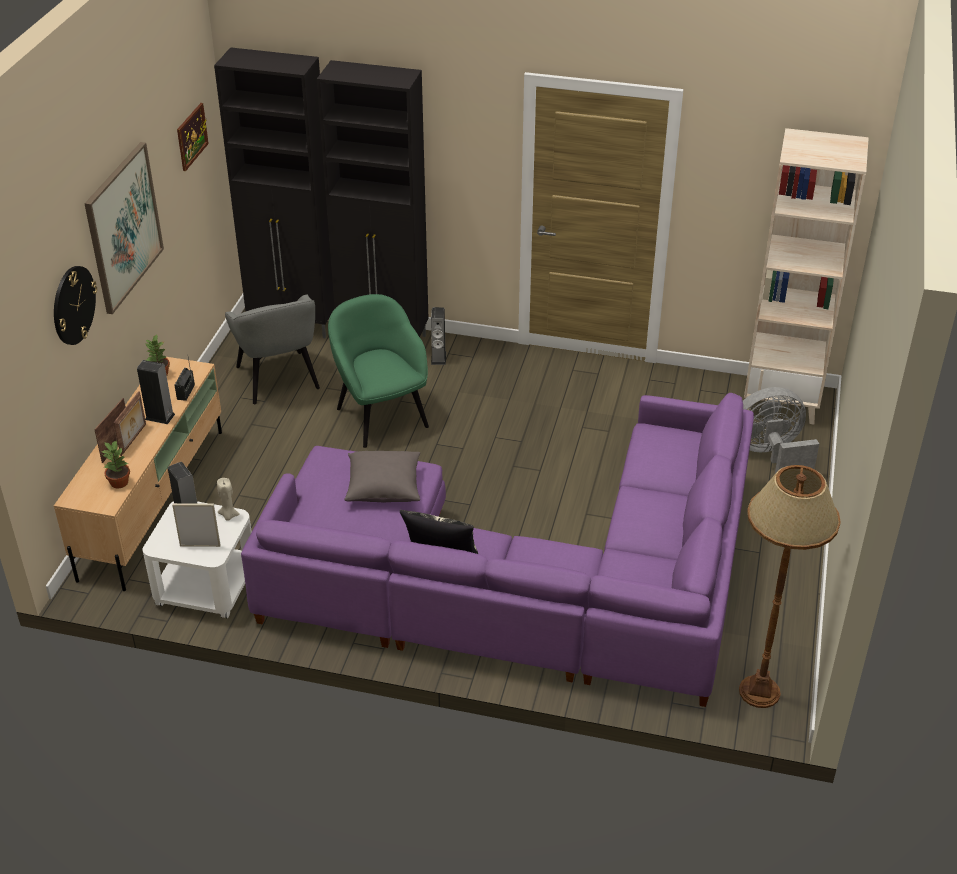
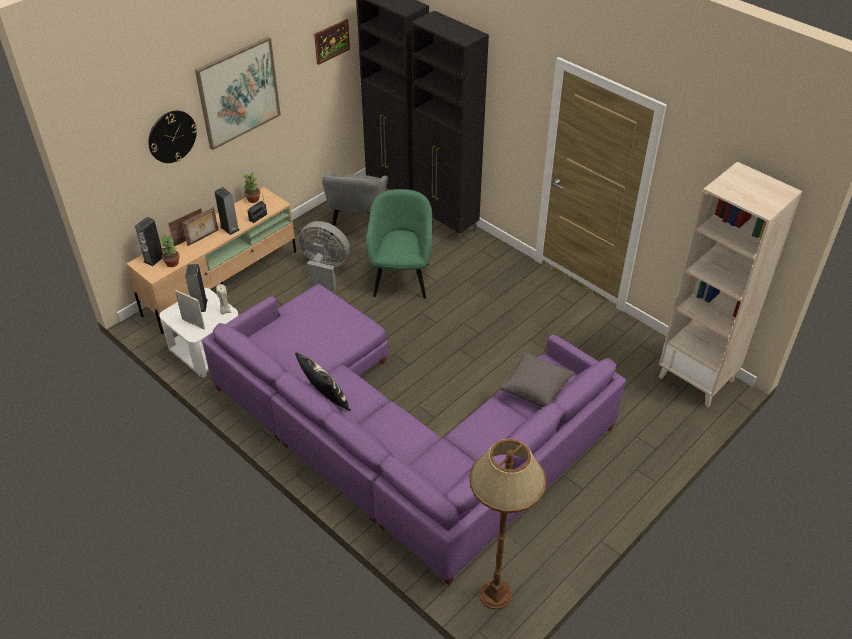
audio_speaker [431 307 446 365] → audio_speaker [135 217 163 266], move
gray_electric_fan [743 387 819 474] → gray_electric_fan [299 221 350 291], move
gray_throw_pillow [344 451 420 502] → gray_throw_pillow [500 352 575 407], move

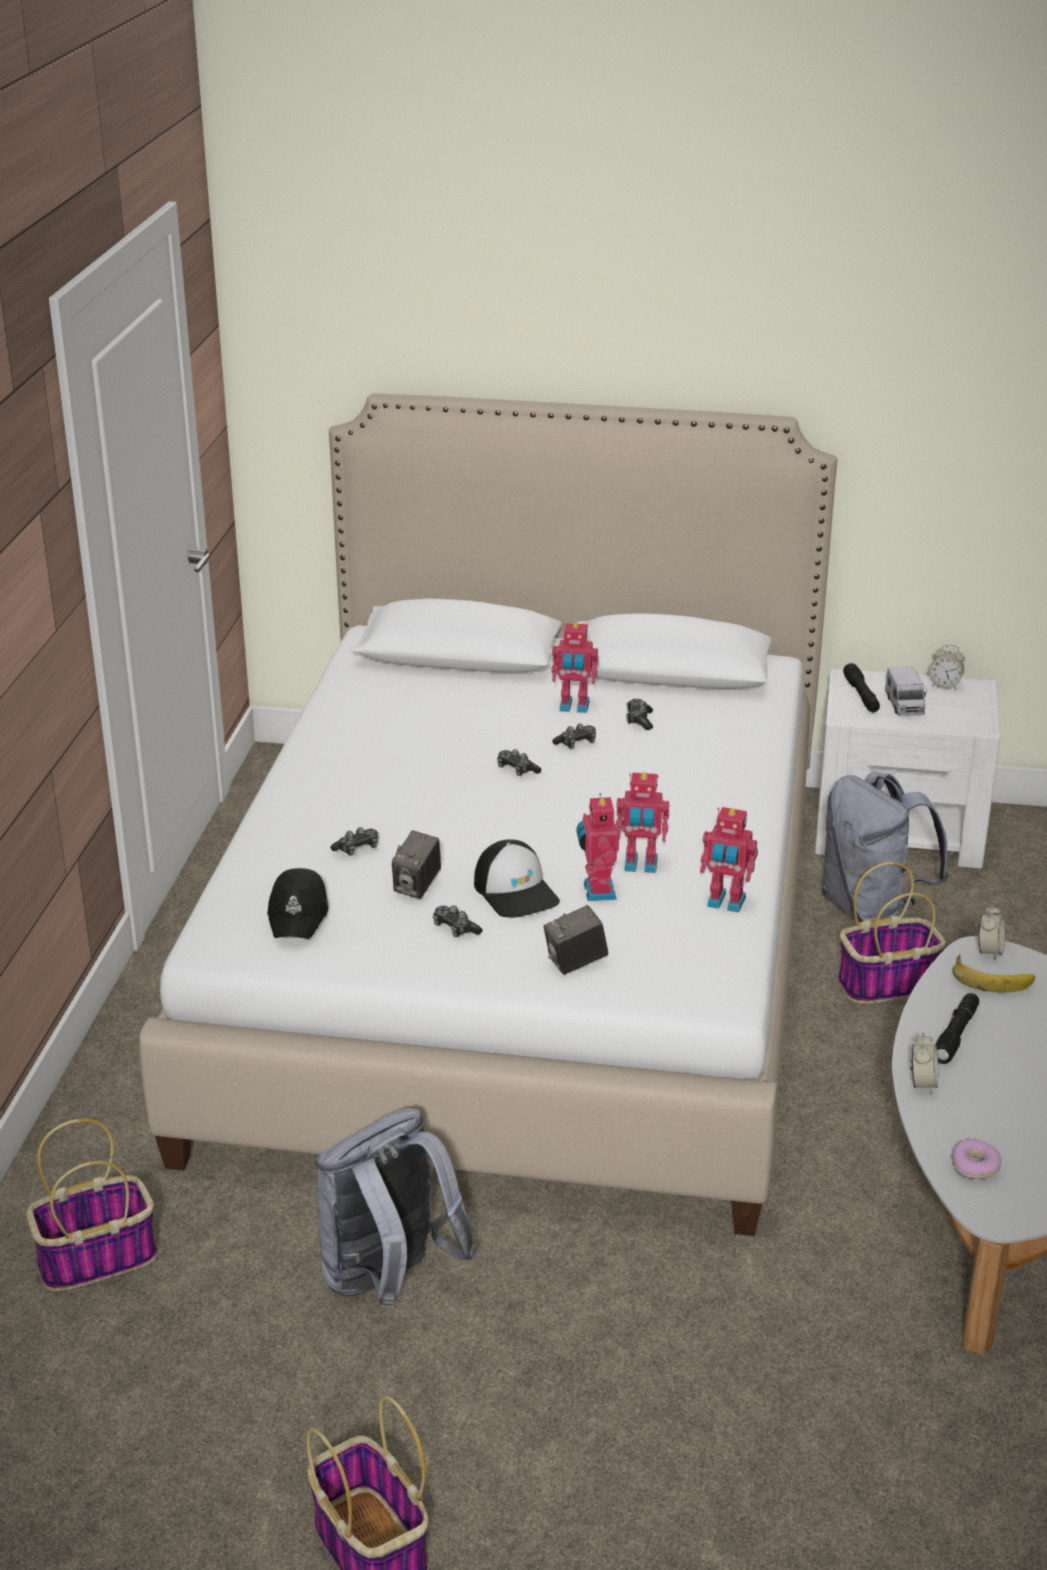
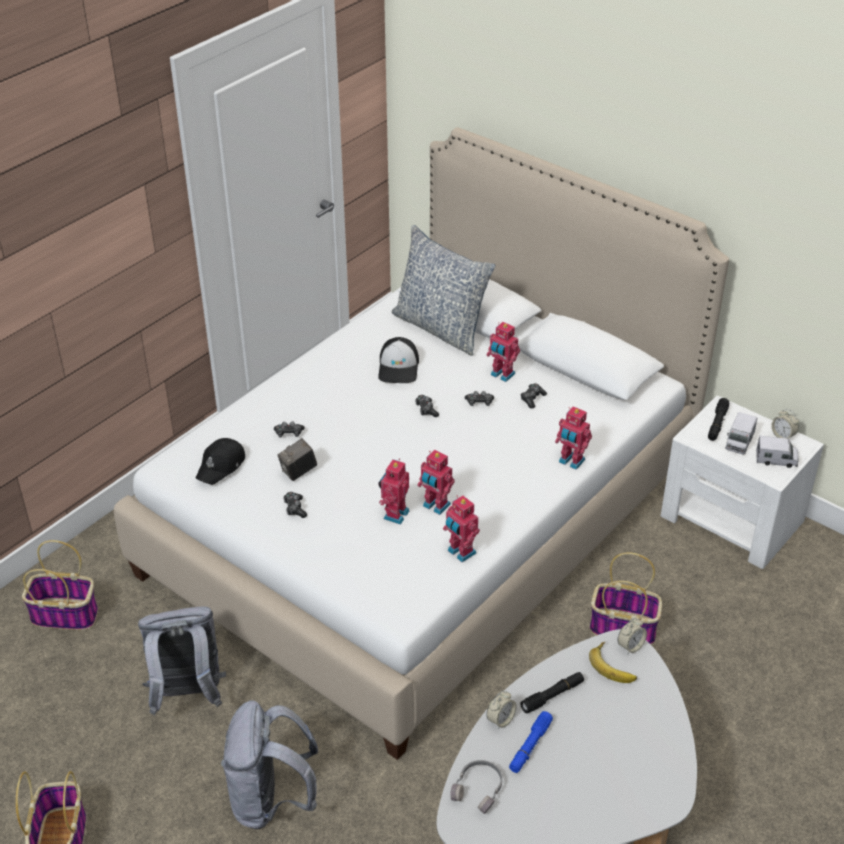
gray_rucksack [822 771 949 922] → gray_rucksack [221 700 319 829], move
peaked_cap [474 839 560 918] → peaked_cap [378 337 419 383], move
- → throw_pillow [391 225 496 356]
donut [951 1139 1001 1179] → gray_headset [450 760 502 814]
- → blue-coloured_torch [509 711 553 773]
- → toy_robot [555 406 592 470]
- → toy_truck [756 436 799 468]
photo_camera [544 905 608 975] → -

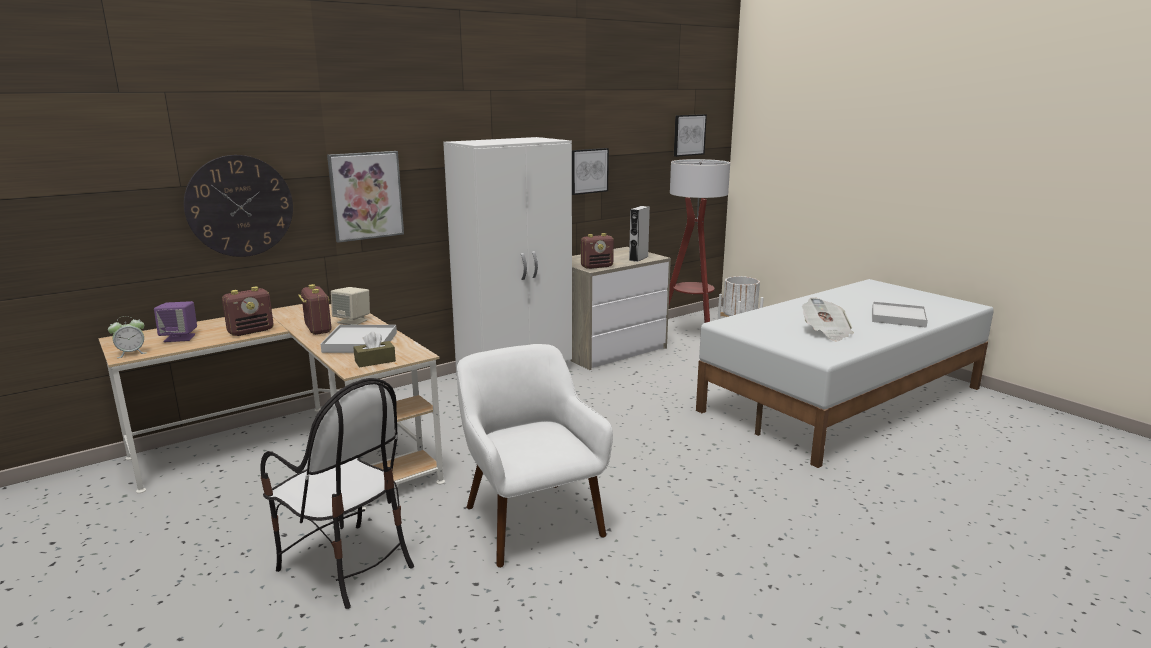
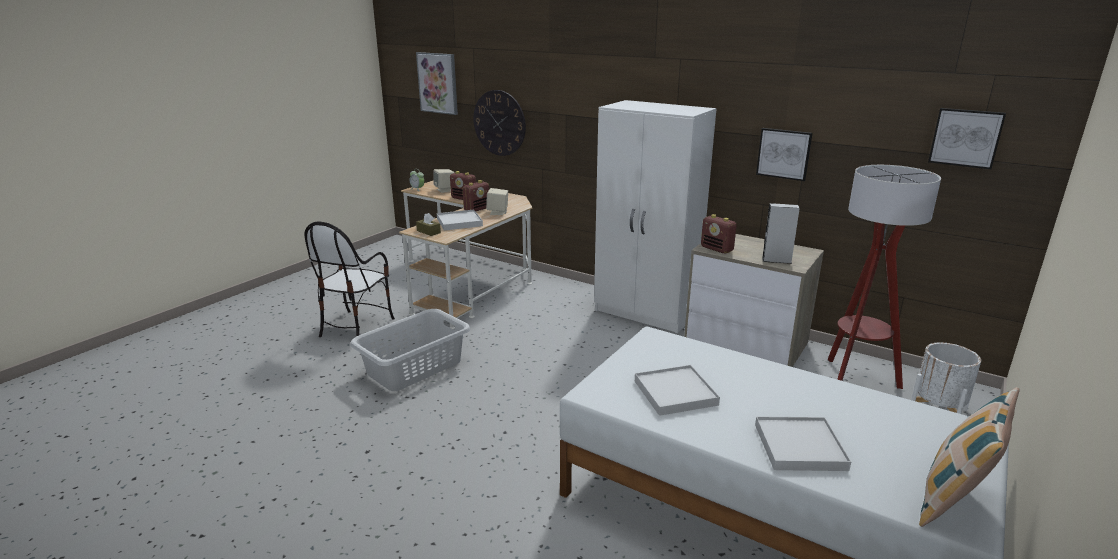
white_armchair [457 344 613 568] → gray_hamper [350 309 470 391]
picture [327 151 404 243] → picture [416 52 458 115], move
purple-coloured_audio_speaker [154 301 197 342] → sand-coloured_audio_speaker [433 169 455 193]
daily_paper [802 297 854 342] → white_serving_tray [635 365 720 416]
- → throw_pillow [919 387 1019 527]

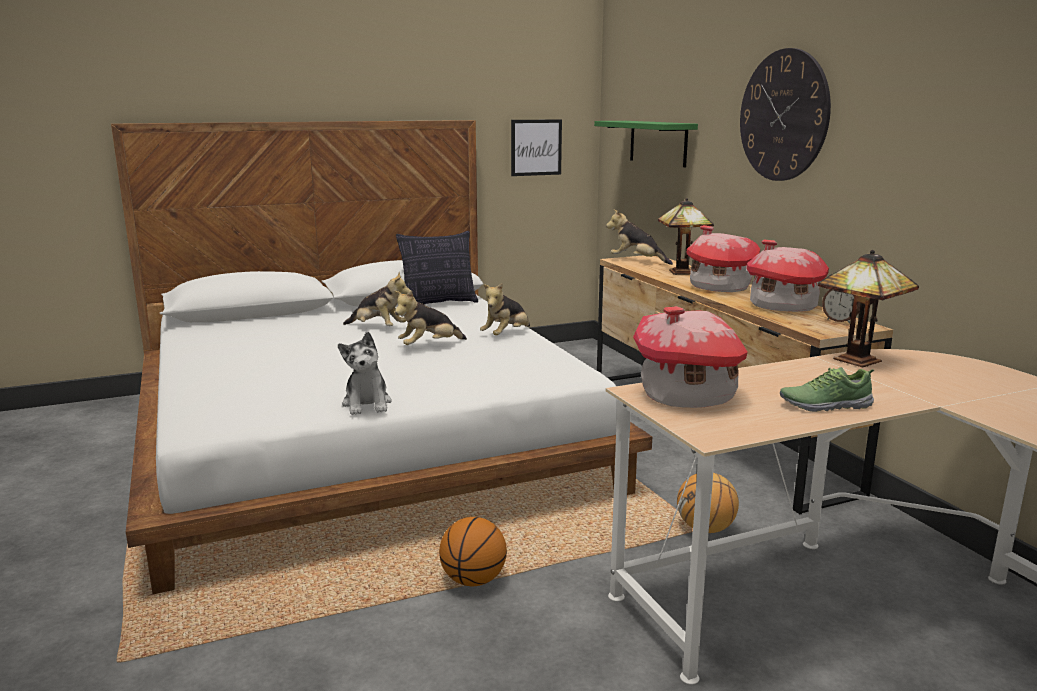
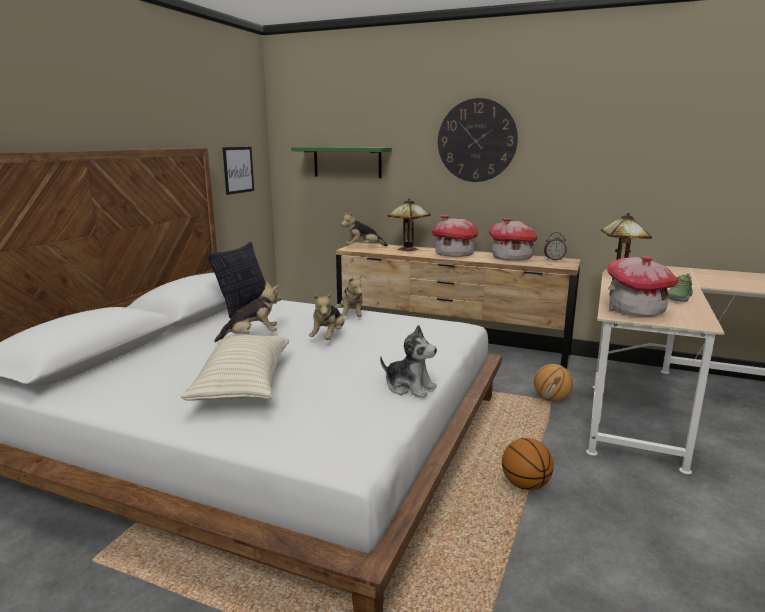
- → sand-coloured_throw_pillow [181 335 289 401]

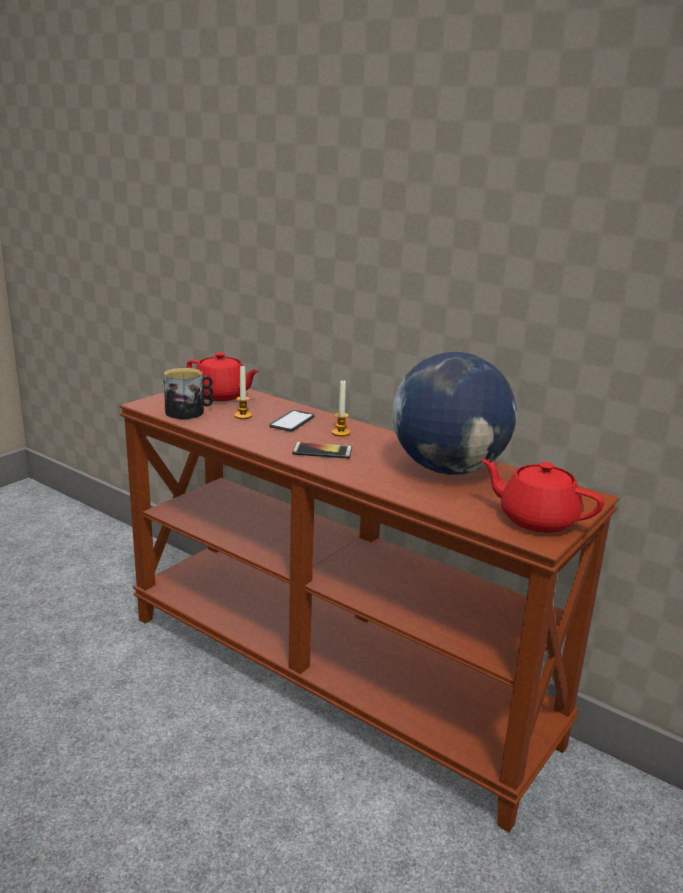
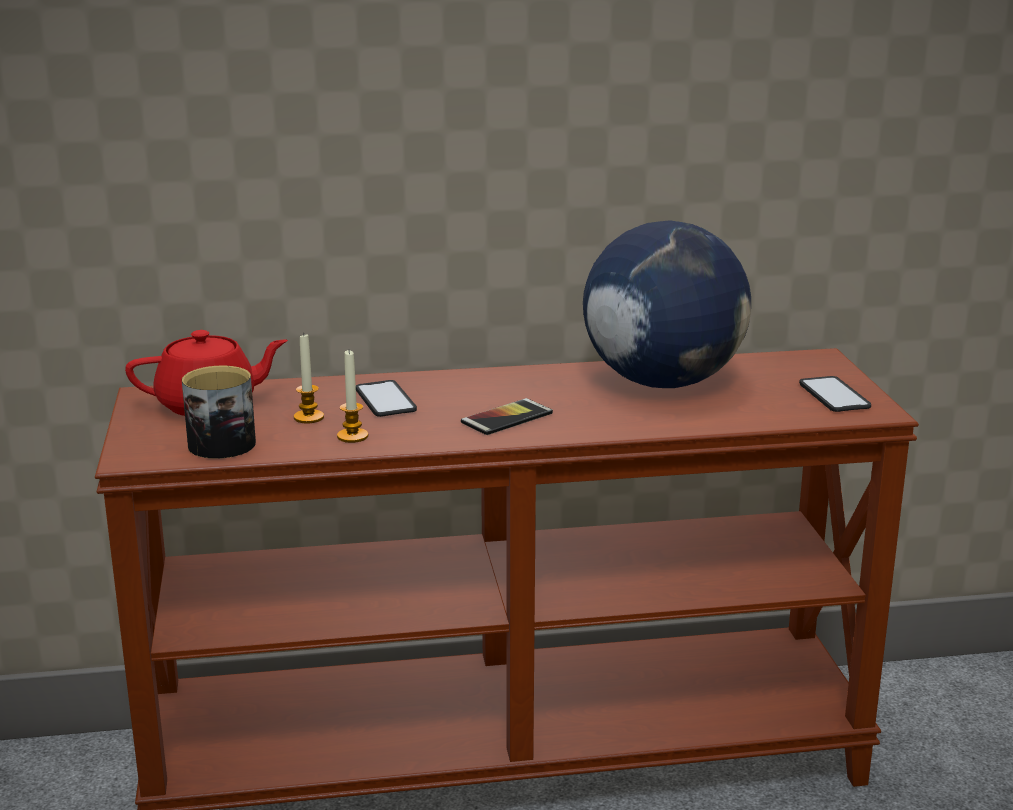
wax_candle [332 381 350 437] → wax_candle [337 350 368 443], move
reddish_pot_for_tea [481 459 604 533] → telephone [799 376 871 412]

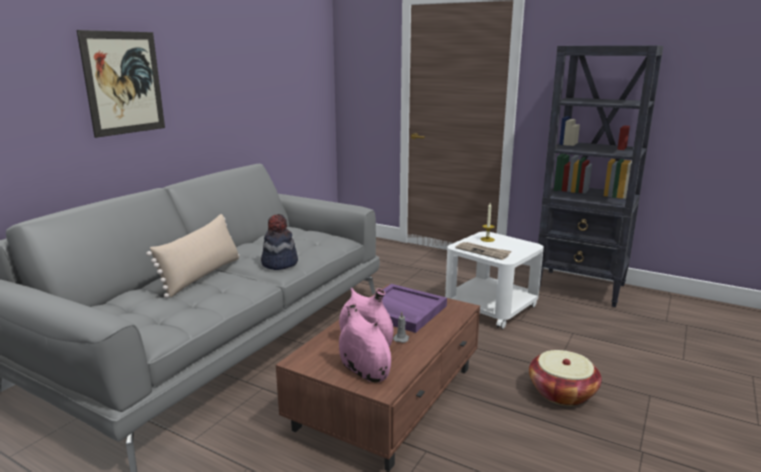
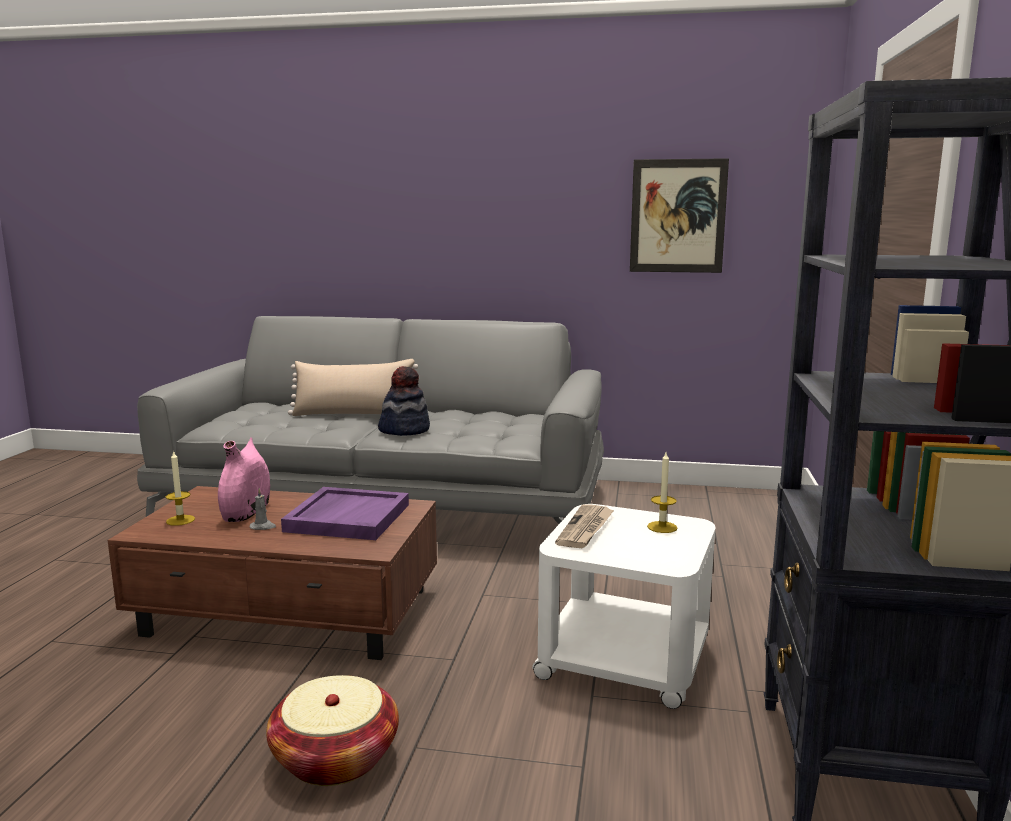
pink-coloured_flower_vase [339 303 391 382] → wax_candle [166 450 195 526]
picture [77 30 165 138] → picture [630 158 729 273], move

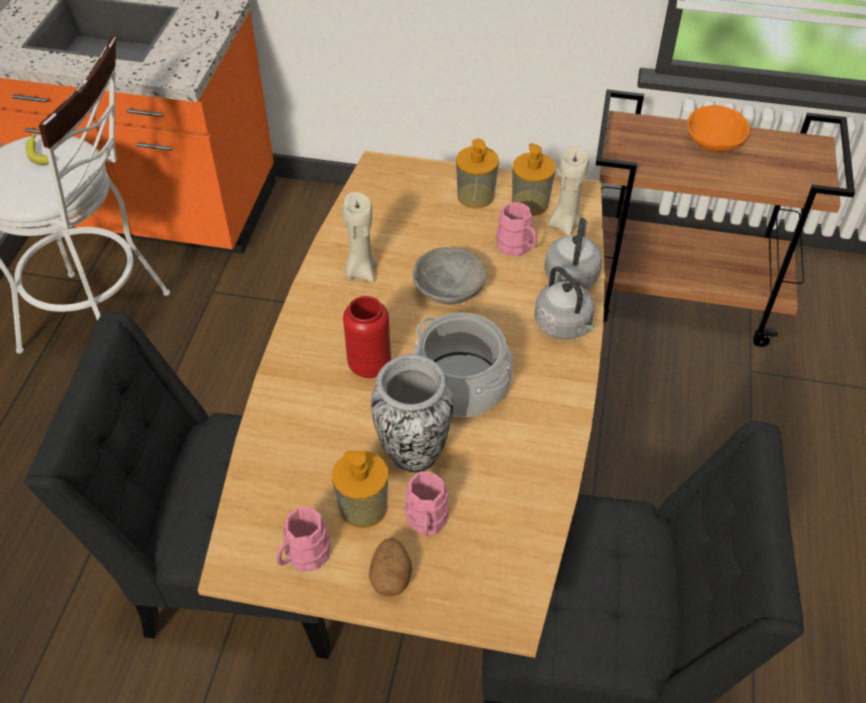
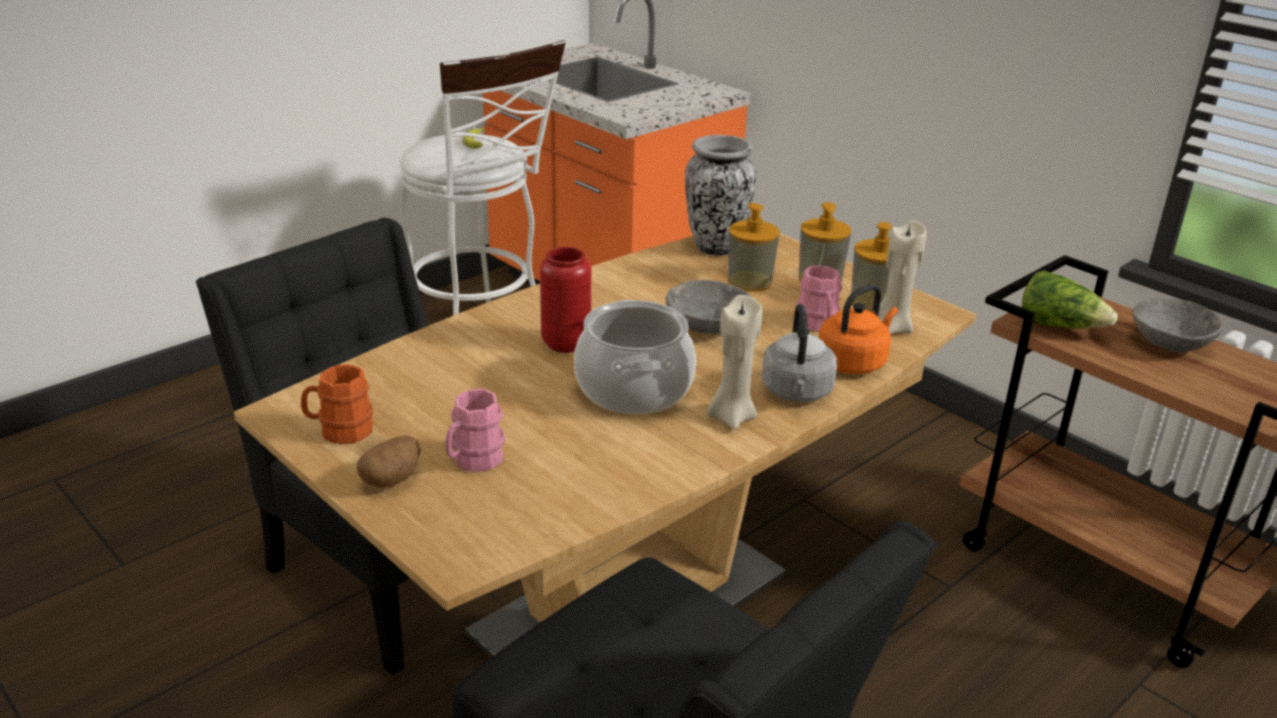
pink-coloured_tea_mug [276 507 330 572] → orange-coloured_tea_mug [301 364 373 445]
flower_vase [370 354 453 473] → flower_vase [685 135 756 256], move
sand-coloured_wax_candle [343 192 377 282] → sand-coloured_wax_candle [707 295 762 429], move
soap_bottle [332 451 388 528] → soap_bottle [728 203 780 292], move
gray_water_kettle [545 218 602 289] → orange-coloured_water_kettle [819 284 898 374]
- → head_of_lettuce [1022 270 1118 329]
orange-coloured_bowl [687 105 750 152] → gray_bowl [1132 298 1223 353]

